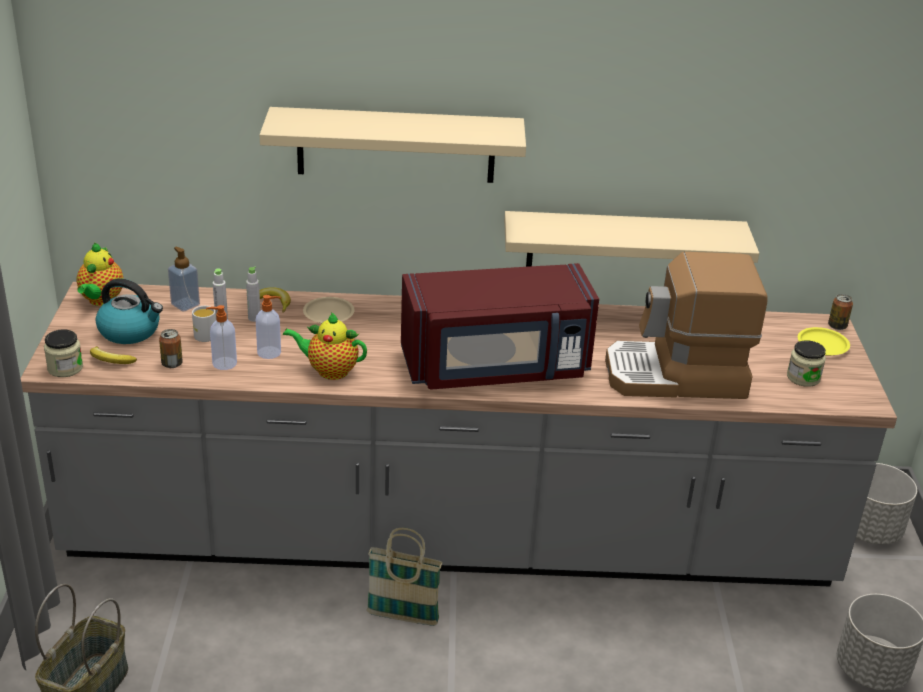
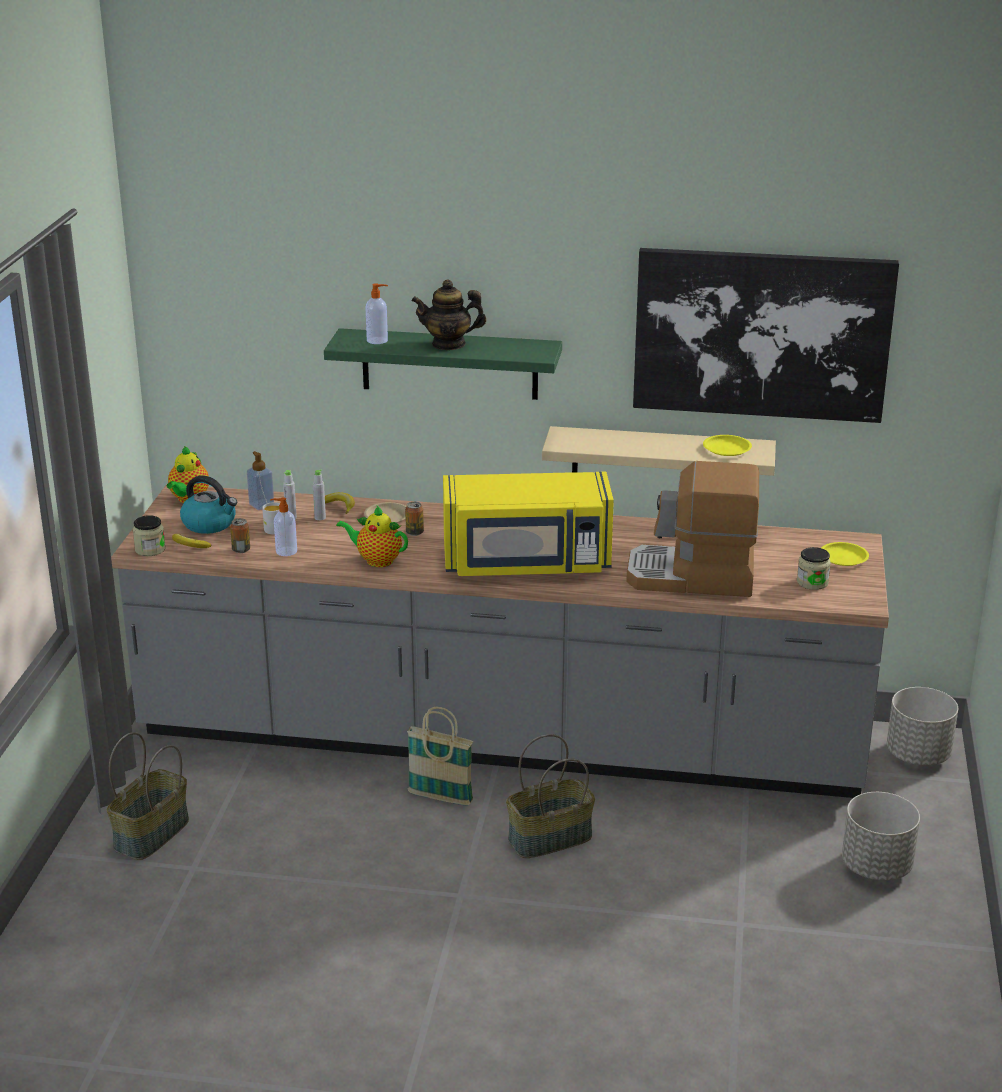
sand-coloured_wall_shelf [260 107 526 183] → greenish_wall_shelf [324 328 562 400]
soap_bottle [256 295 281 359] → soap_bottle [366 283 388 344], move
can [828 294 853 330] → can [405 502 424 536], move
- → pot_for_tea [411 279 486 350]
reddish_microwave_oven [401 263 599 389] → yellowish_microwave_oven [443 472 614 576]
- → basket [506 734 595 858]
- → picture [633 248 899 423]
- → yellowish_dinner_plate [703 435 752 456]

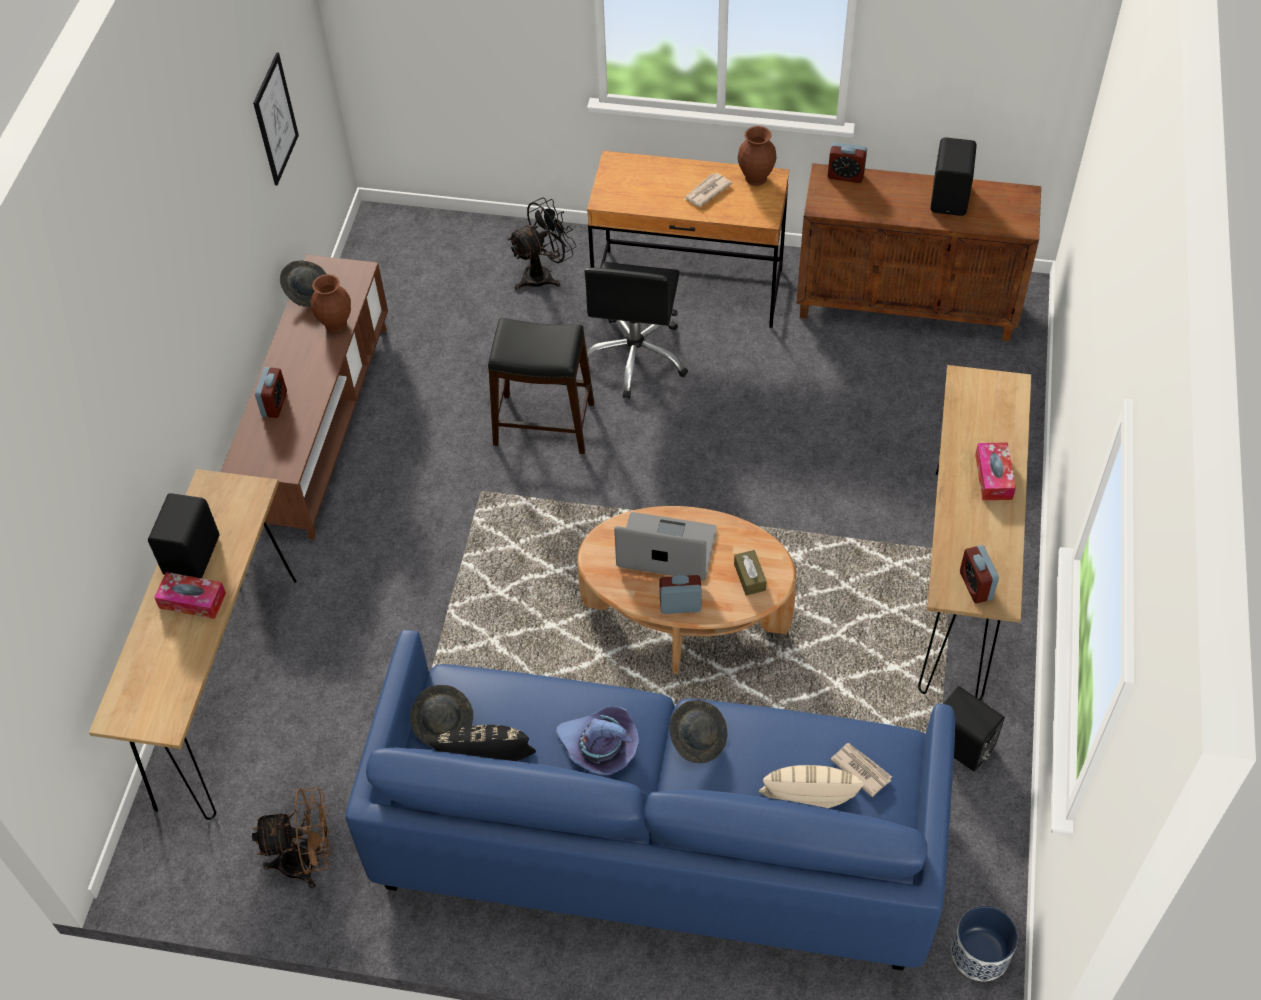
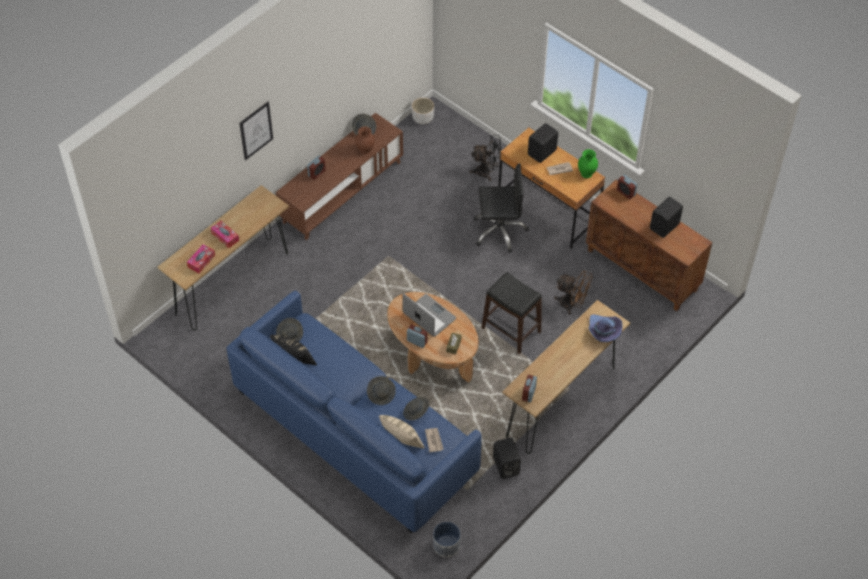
tissue_box [975 442 1016 500] → tissue_box [187 244 215 273], move
picture [253 52 299 185] → picture [240 102 273 160], move
- → gray_hat [403 397 429 421]
- → white_planter [412 98 434 125]
black-coloured_computer_chair [579 262 688 399] → black-coloured_computer_chair [473 163 529 253], 135 degrees counterclockwise
black-coloured_stool_seat [488 318 594 454] → black-coloured_stool_seat [481 272 542 354], move
black-coloured_audio_speaker [148 493 220 578] → black-coloured_audio_speaker [528 123 558 163], move
brown-coloured_electric_fan [252 787 331 889] → brown-coloured_electric_fan [554 271 593 315], move
brown-coloured_flower_vase [738 126 777 186] → greenish_flower_vase [578 149 598 178]
purple-coloured_hat [556 706 639 775] → purple-coloured_hat [589 314 623 342], move

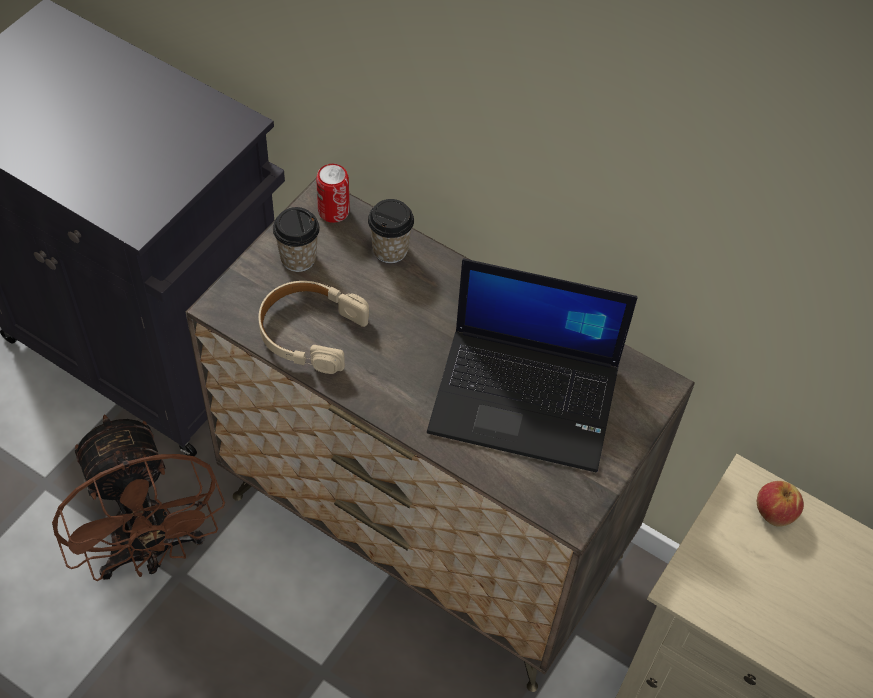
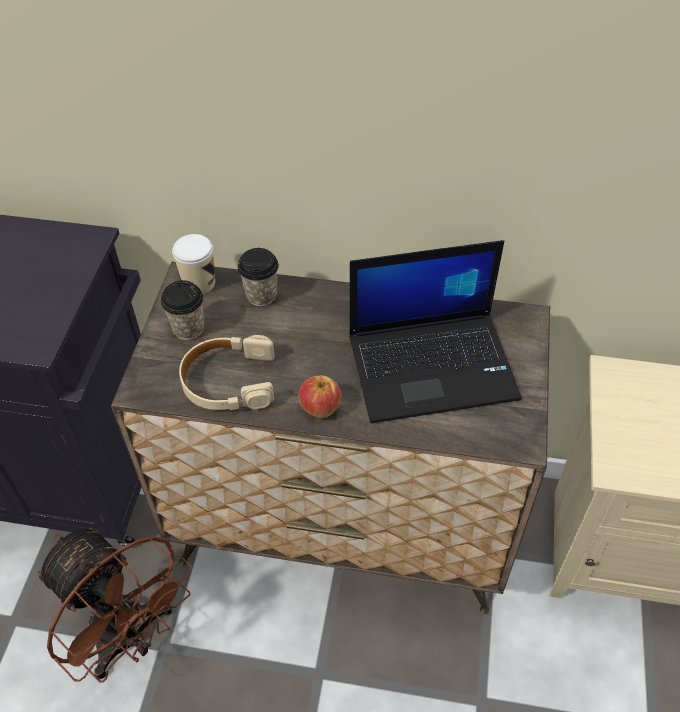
can [316 164 350 223] → small_cup [172 234 215 294]
apple_fruit [757 481 804 527] → apple_fruit [298 375 341 418], move

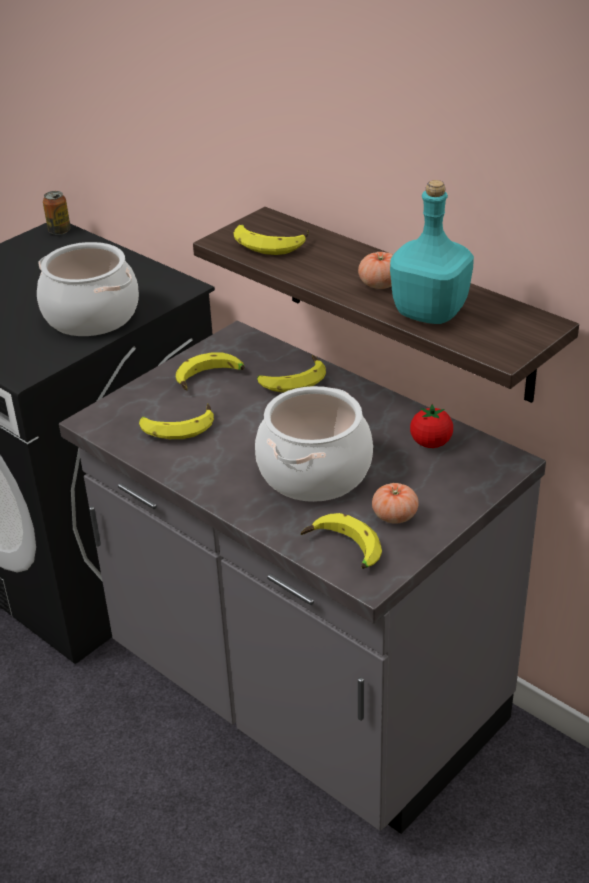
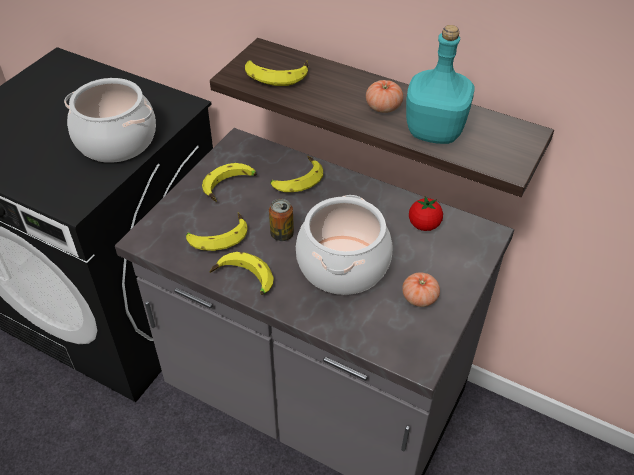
whole_banana [301 513 382 569] → whole_banana [210 252 274 295], move
can [43 191 71 235] → can [269 199 294 241], move

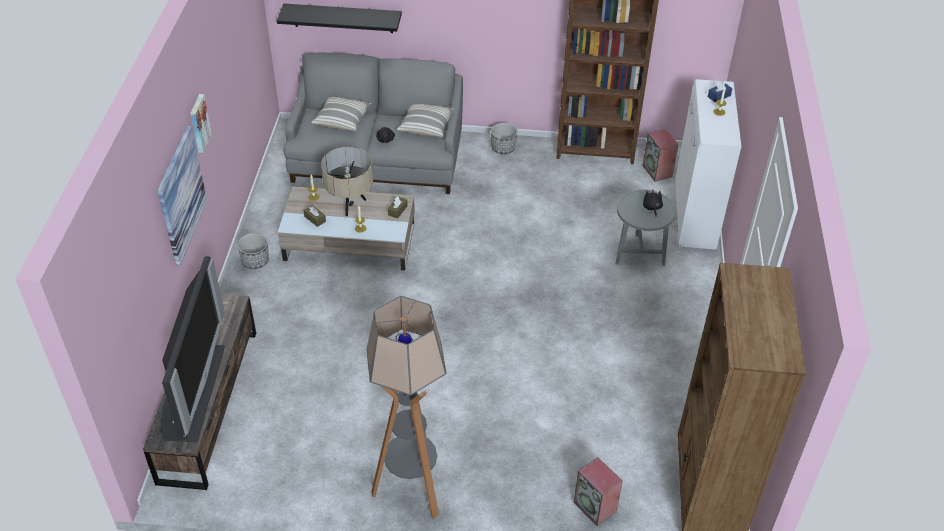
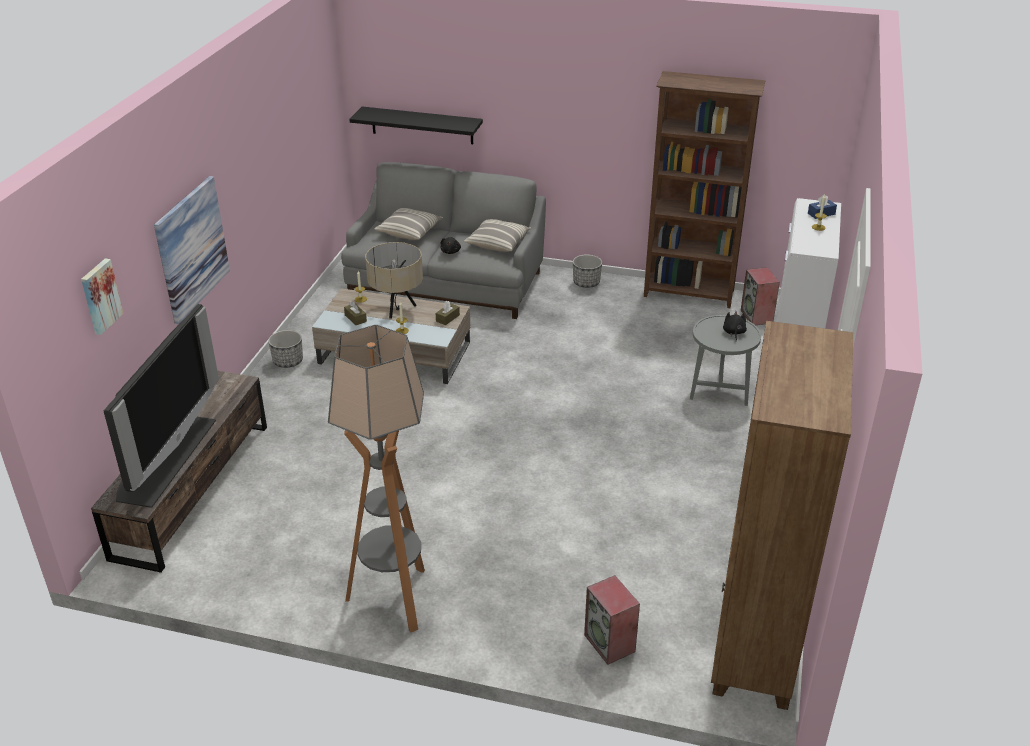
picture [190 94 212 153] → picture [81 258 124 335], move

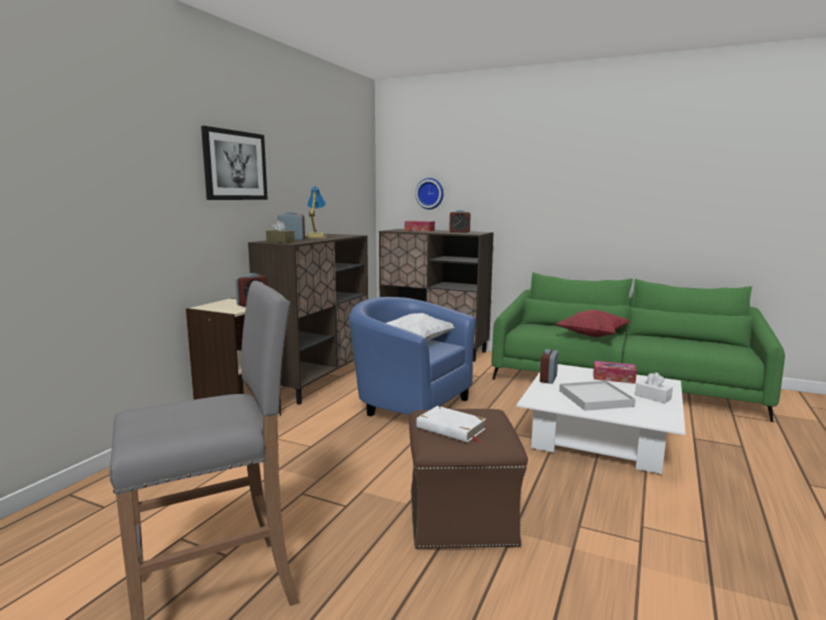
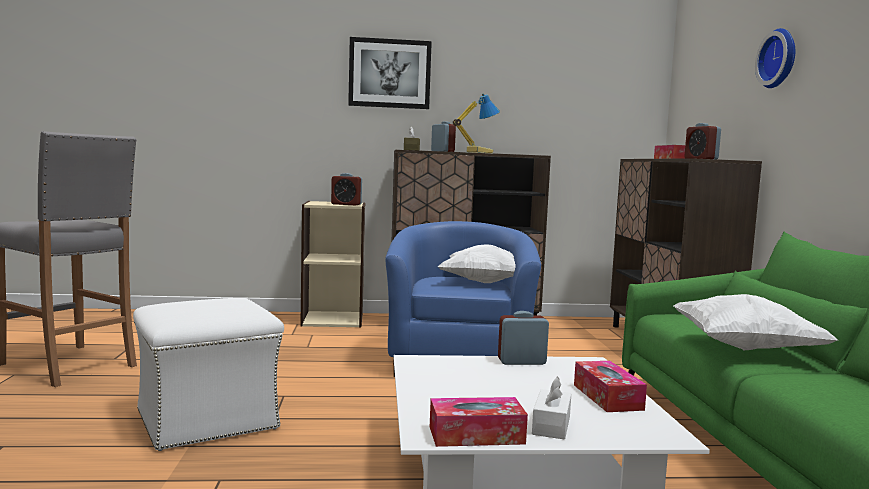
brown-coloured_footrest [409 409 528 549] → white_footrest [133 298 284 451]
- → tissue_box [430 397 528 447]
reddish_throw_pillow [556 310 630 337] → white_throw_pillow [674 294 838 350]
wall_clock [415 178 444 209] → wall_clock [755 28 795 88], move
white_volume [416 406 486 443] → -
white_serving_tray [559 381 636 411] → -

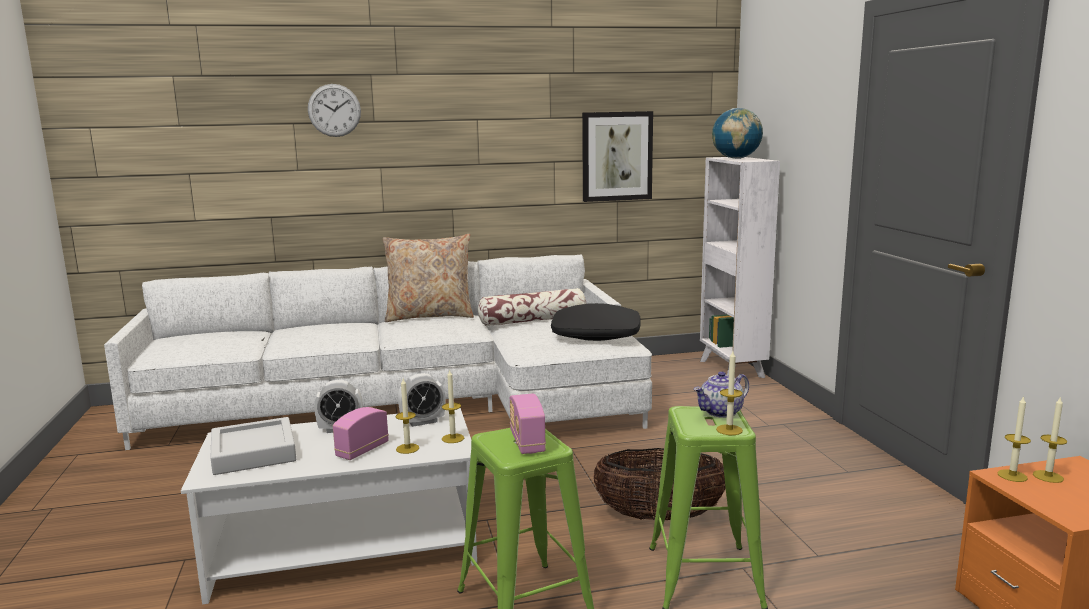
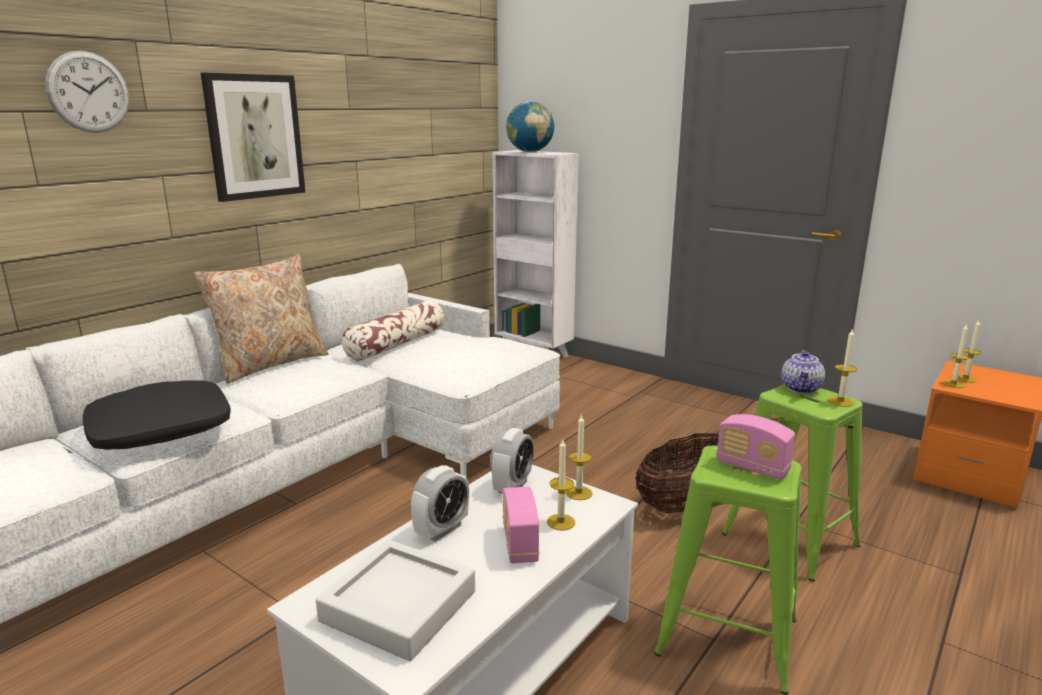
black-coloured_throw_pillow [551 303 641 341] → black-coloured_throw_pillow [83 380 231 450], move
picture [582 111 653 202] → picture [201 73 306 202], move

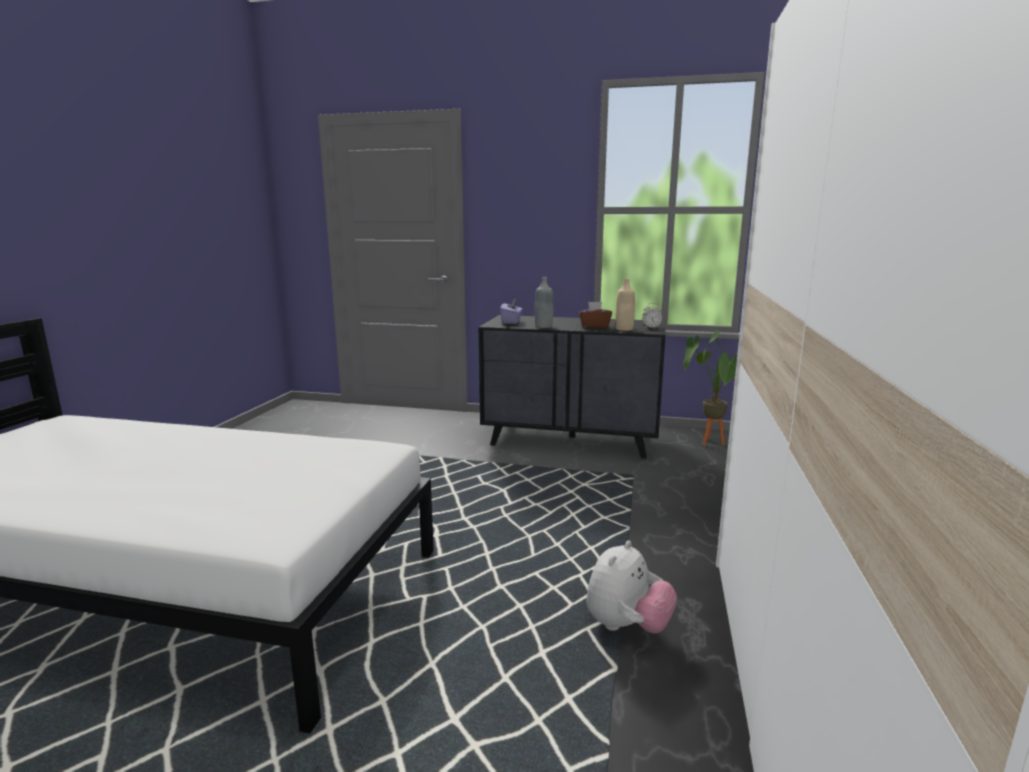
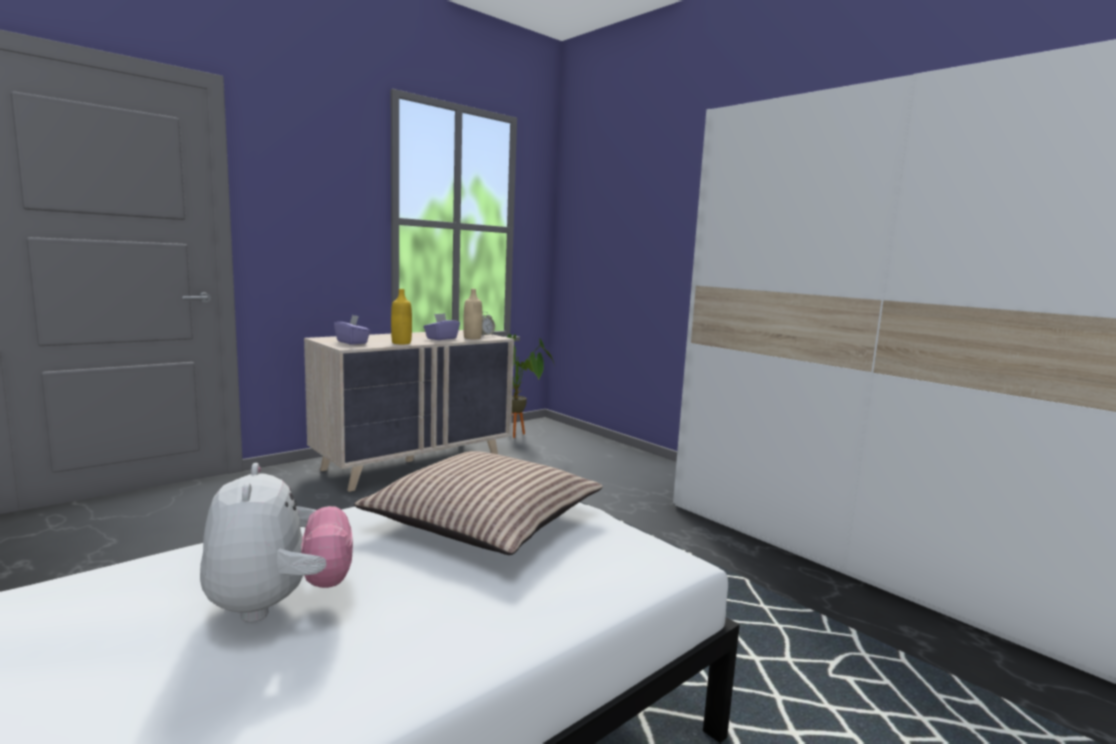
cuddly_toy [586 540 677 634] → cuddly_toy [200 463 353 623], move
black-coloured_drawer_chest [478 315 666 458] → sand-coloured_drawer_chest [304 330 514 492]
- → throw_pillow [354 451 603 555]
gray_bottle [535 277 553 328] → yellowish_bottle [391 289 412 344]
brown-coloured_tissue_box [579 302 612 328] → purple-coloured_tissue_box [424 313 460 340]

